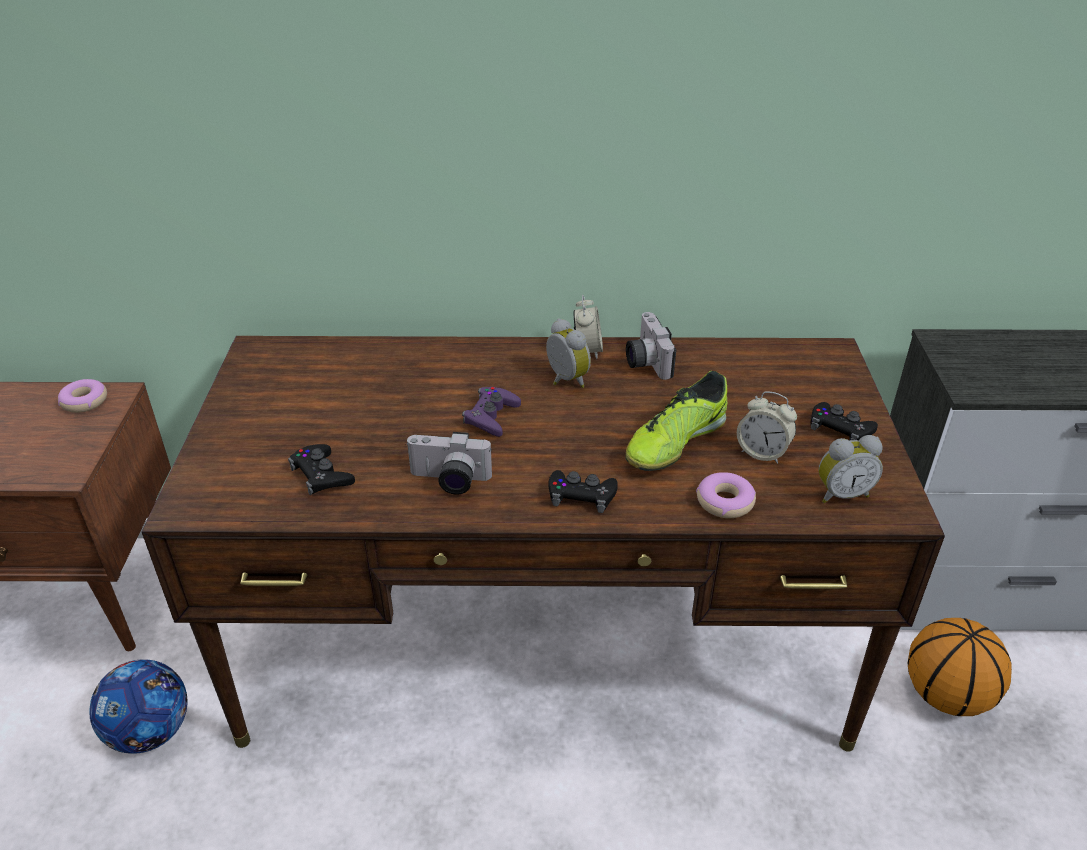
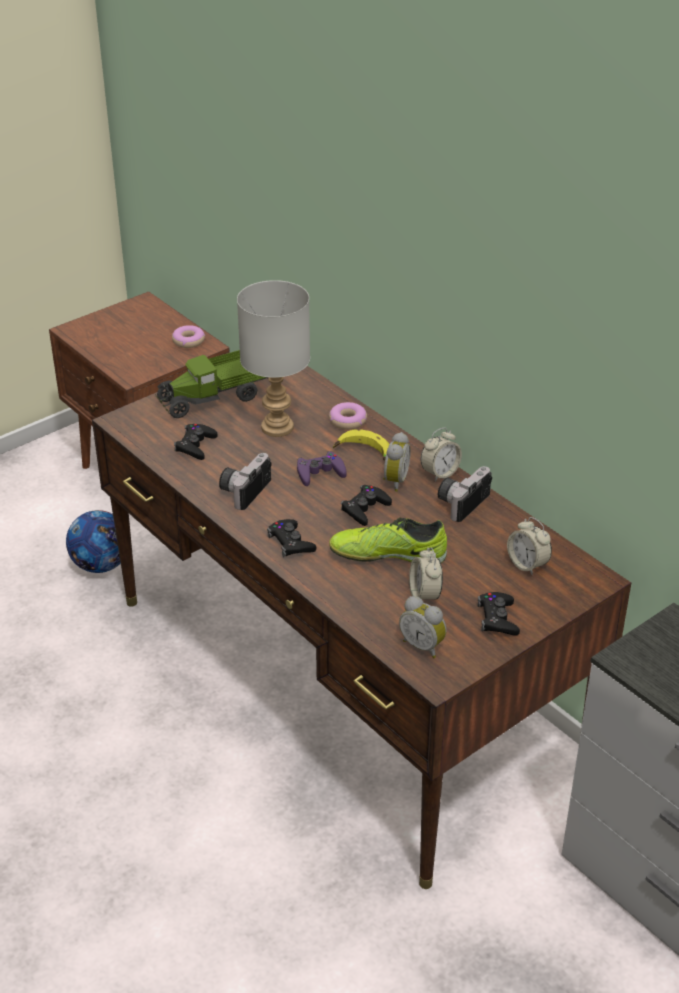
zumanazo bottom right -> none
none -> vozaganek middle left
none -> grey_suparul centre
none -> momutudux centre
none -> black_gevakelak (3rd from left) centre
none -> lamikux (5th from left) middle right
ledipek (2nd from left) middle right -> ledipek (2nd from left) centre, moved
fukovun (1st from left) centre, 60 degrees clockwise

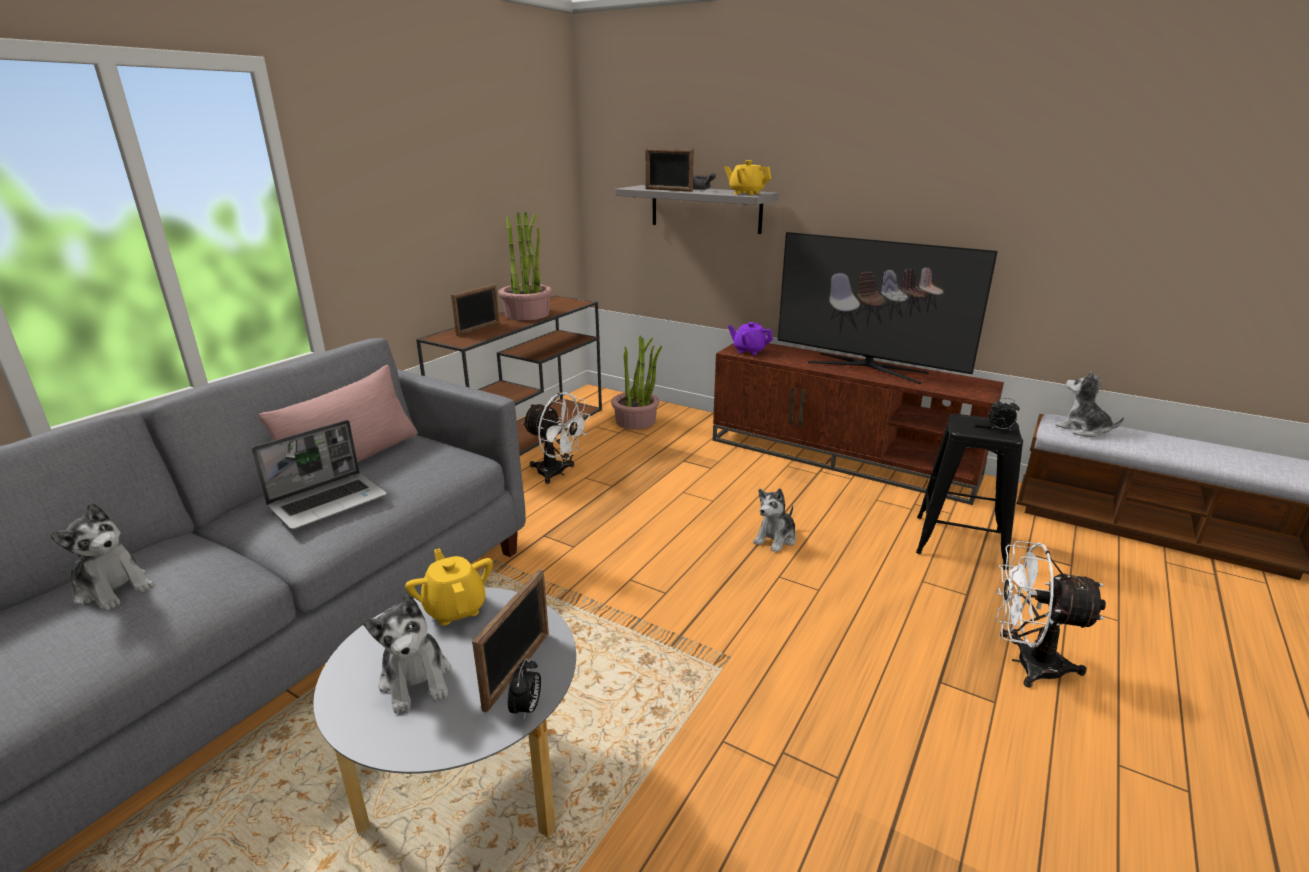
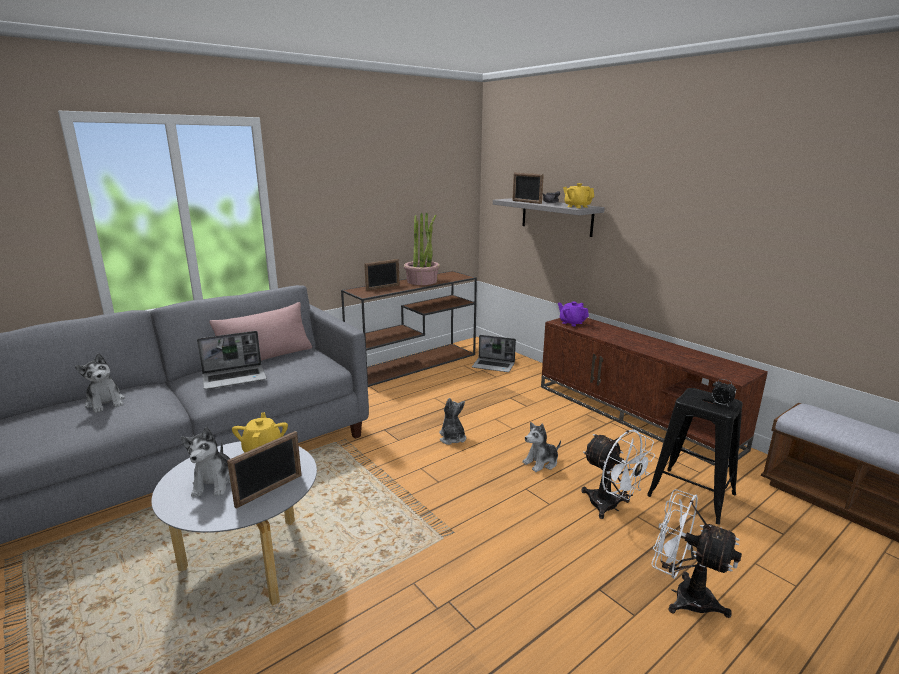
lamikux (1st from left) bottom centre -> none
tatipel middle right -> none
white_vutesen (1st from left) centre -> white_vutesen (1st from left) bottom right, moved
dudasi (4th from left in the first image) middle right -> dudasi (3rd from left) centre, moved
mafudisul (2nd from left) centre -> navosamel (2nd from left) centre

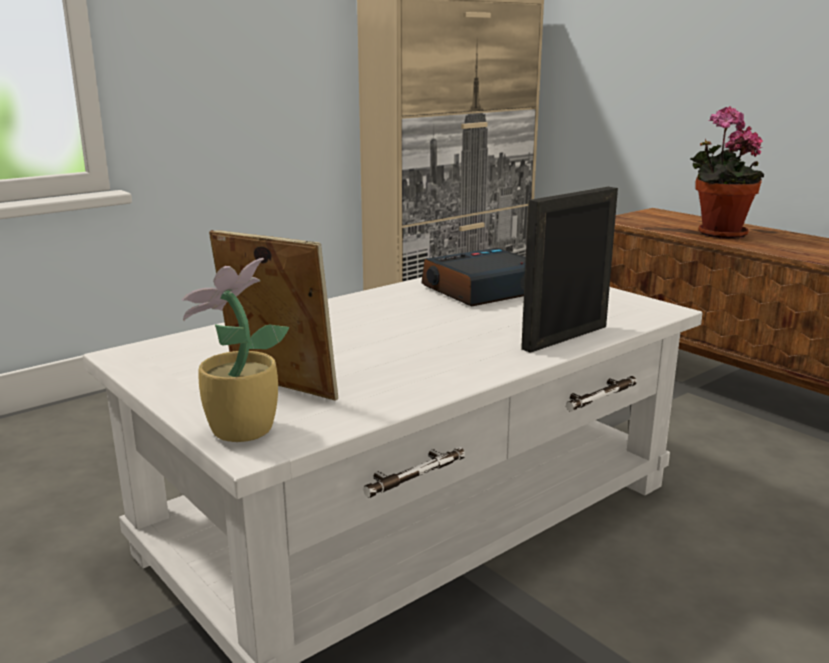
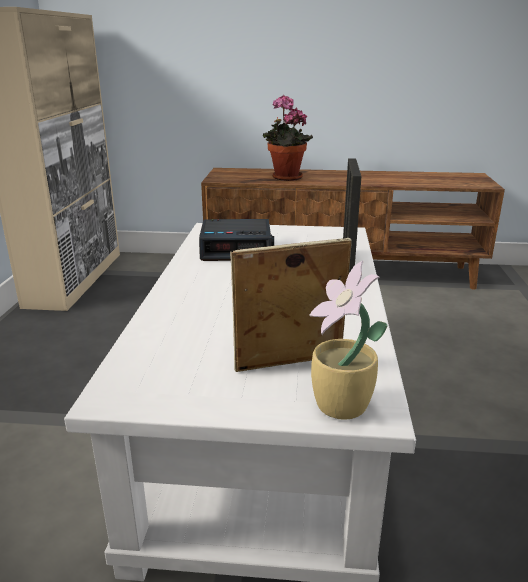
lamikux centre, 105 degrees counterclockwise

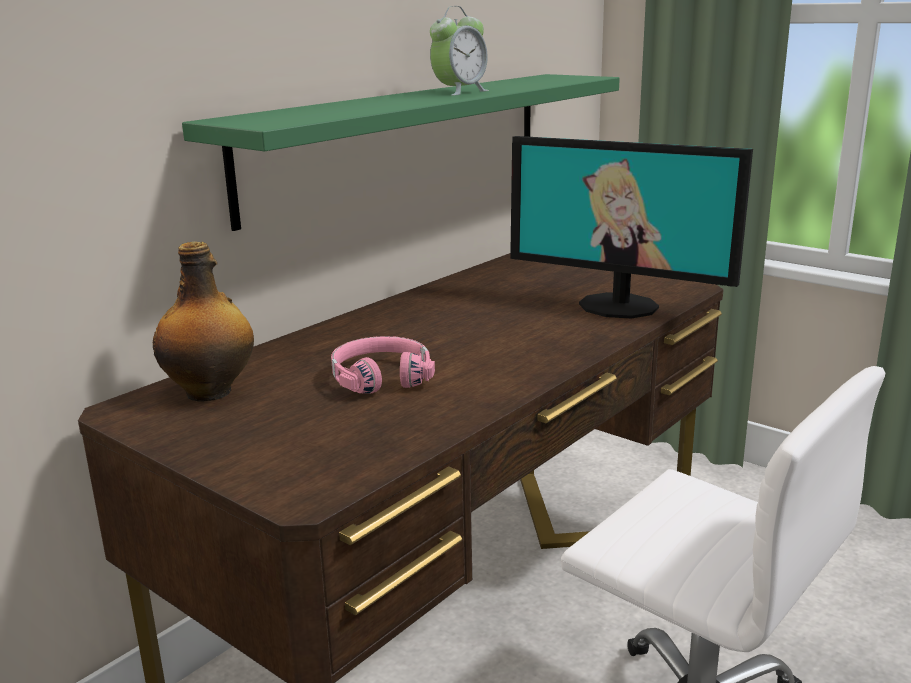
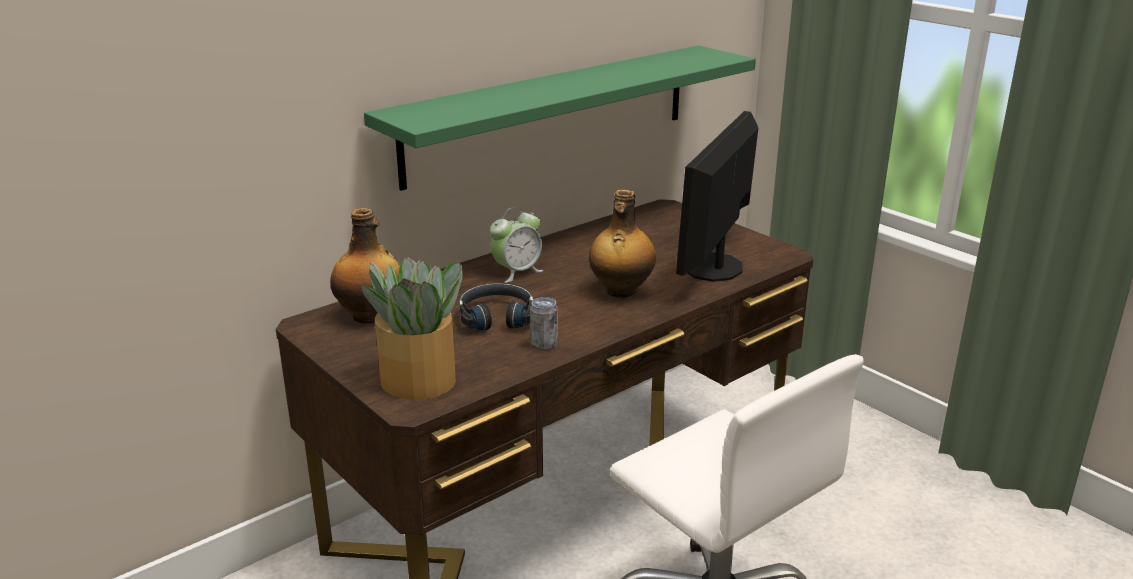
none -> mafudisul centre
none -> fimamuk centre
none -> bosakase (2nd from left) centre
lamikux top centre -> lamikux centre, moved
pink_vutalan centre -> black_vutalan centre
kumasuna top right -> kumasuna centre, 75 degrees clockwise

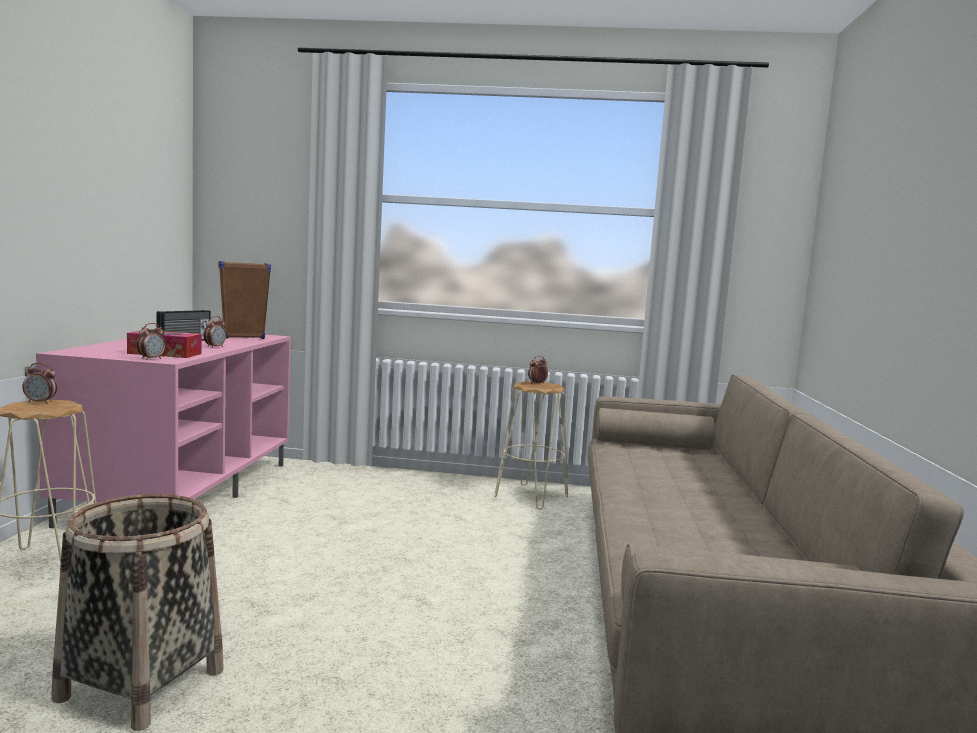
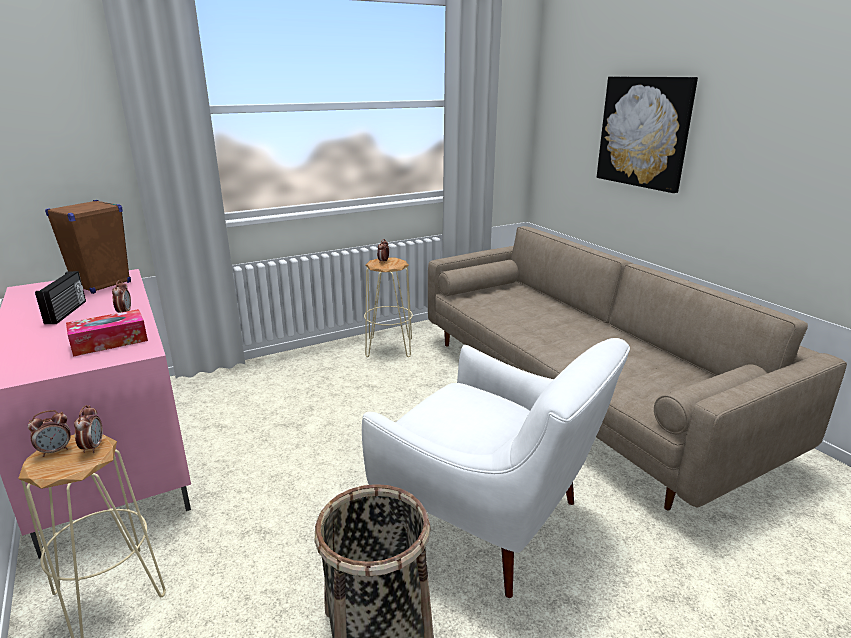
none -> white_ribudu bottom centre
none -> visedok top right
lamikux (2nd from left) middle left -> lamikux (2nd from left) bottom left, moved

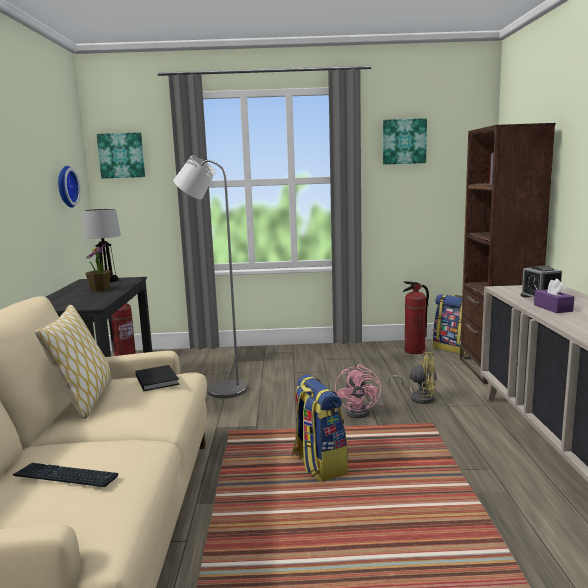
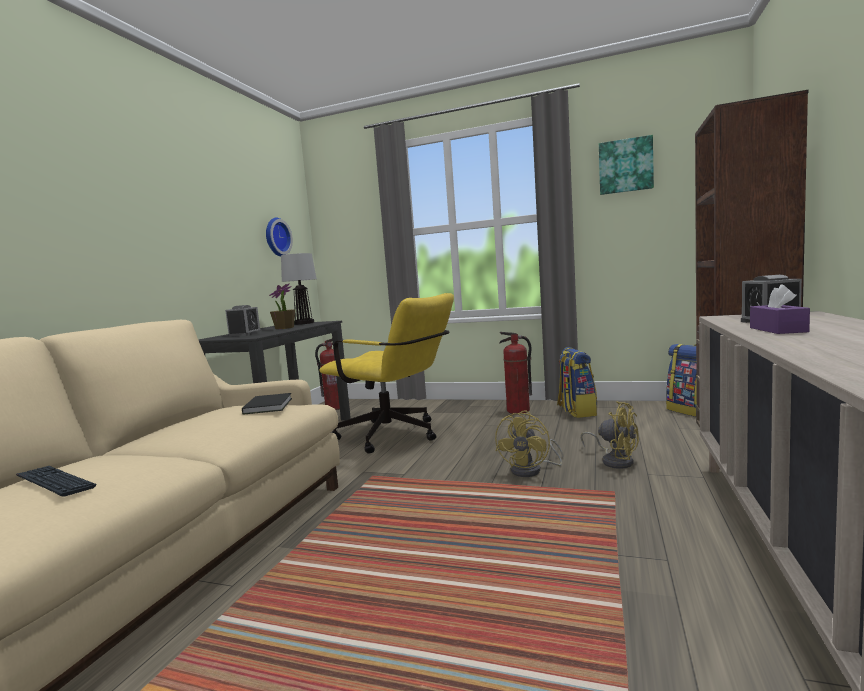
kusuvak middle left -> none
visedok (1st from left) top left -> none
none -> lamikux (1st from left) middle left
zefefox (1st from left) bottom centre -> zefefox (1st from left) middle right, moved
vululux (2nd from left) middle right -> vululux (2nd from left) centre, moved
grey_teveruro centre -> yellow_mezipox centre
pink_vutesen centre -> yellow_vutesen (1st from left) centre

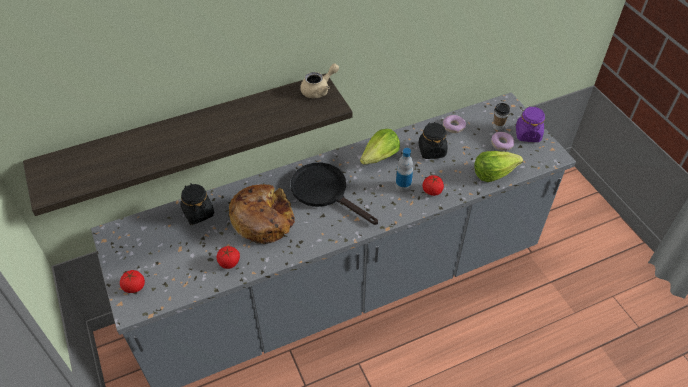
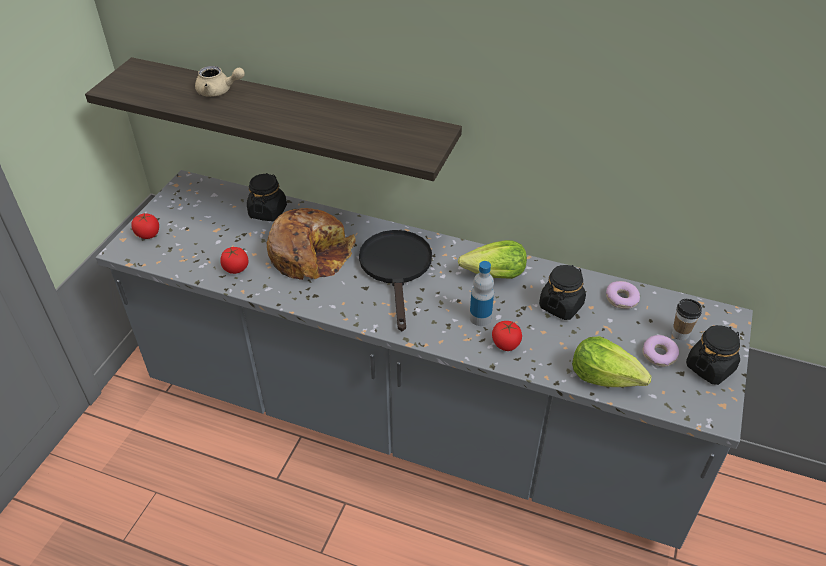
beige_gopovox top centre -> beige_gopovox top left, moved
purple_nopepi top right -> black_nopepi (3rd from left) middle right

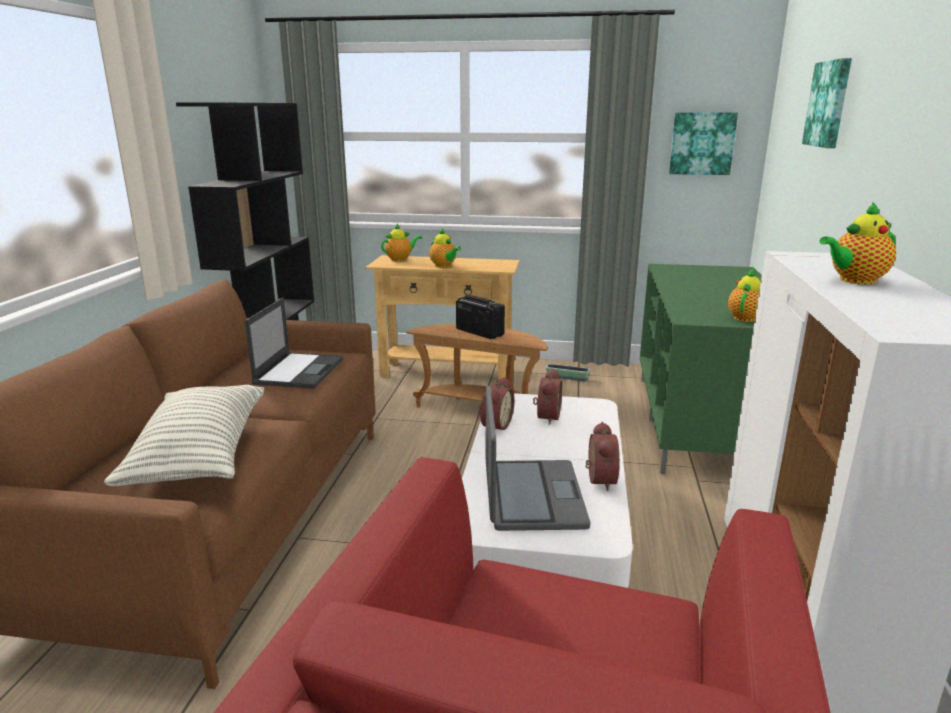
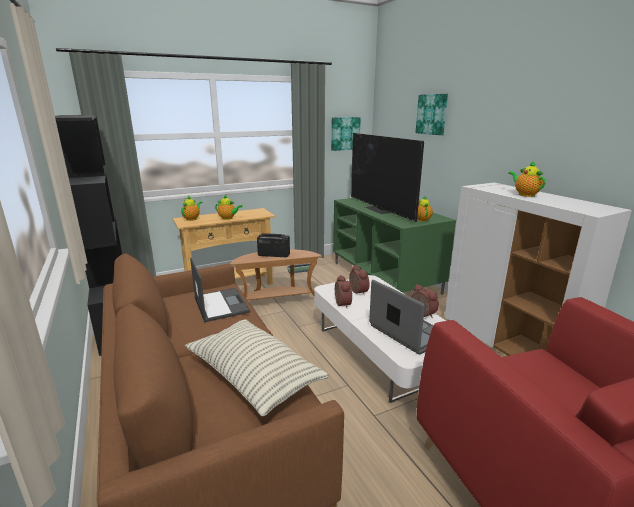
none -> tatipel centre
gopovox (4th from left) middle right, 120 degrees clockwise

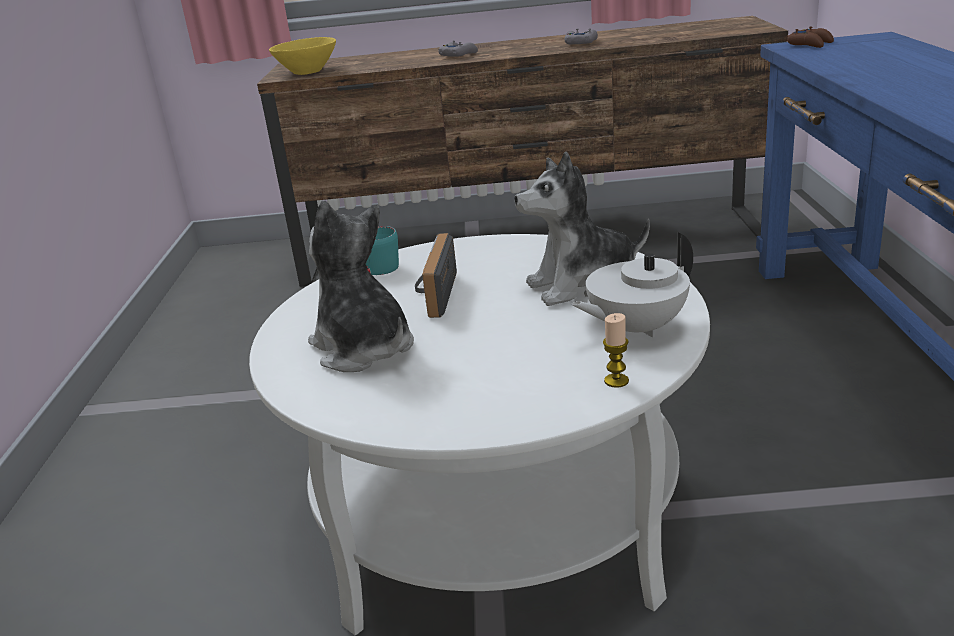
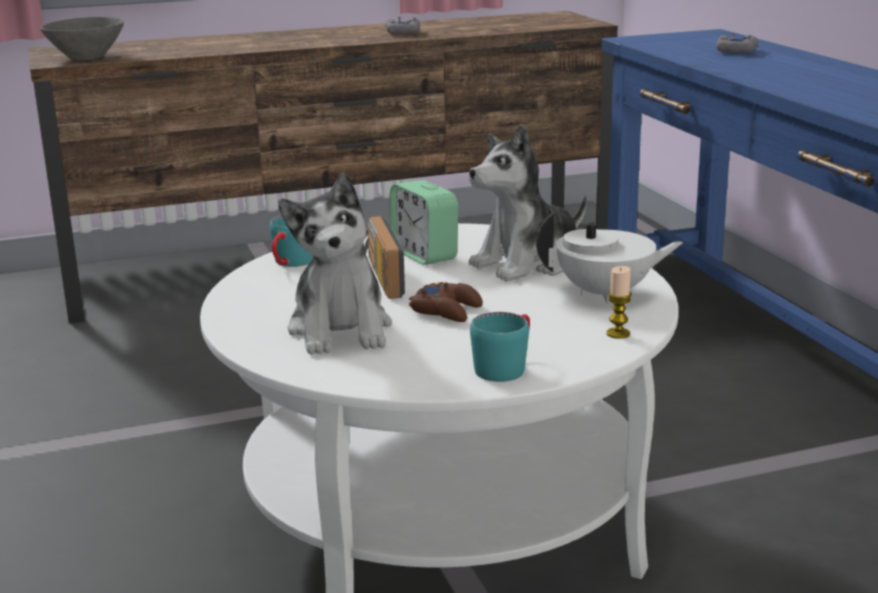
none -> lamikux centre
none -> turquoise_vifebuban (2nd from left) centre
grey_gevakelak (1st from left in the first image) top centre -> grey_gevakelak (2nd from left) top right, moved
brown_gevakelak top right -> brown_gevakelak centre, moved
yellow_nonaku top left -> grey_nonaku top left
dudasi (1st from left) centre, 135 degrees counterclockwise
white_gopovox centre -> white_gopovox middle right, 135 degrees counterclockwise

